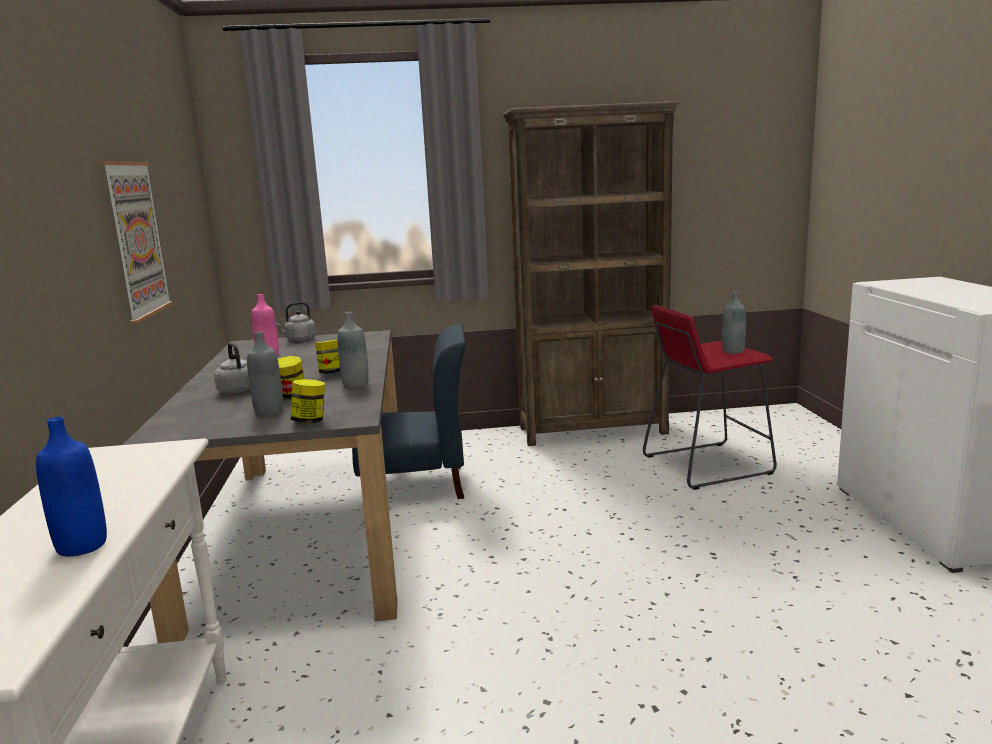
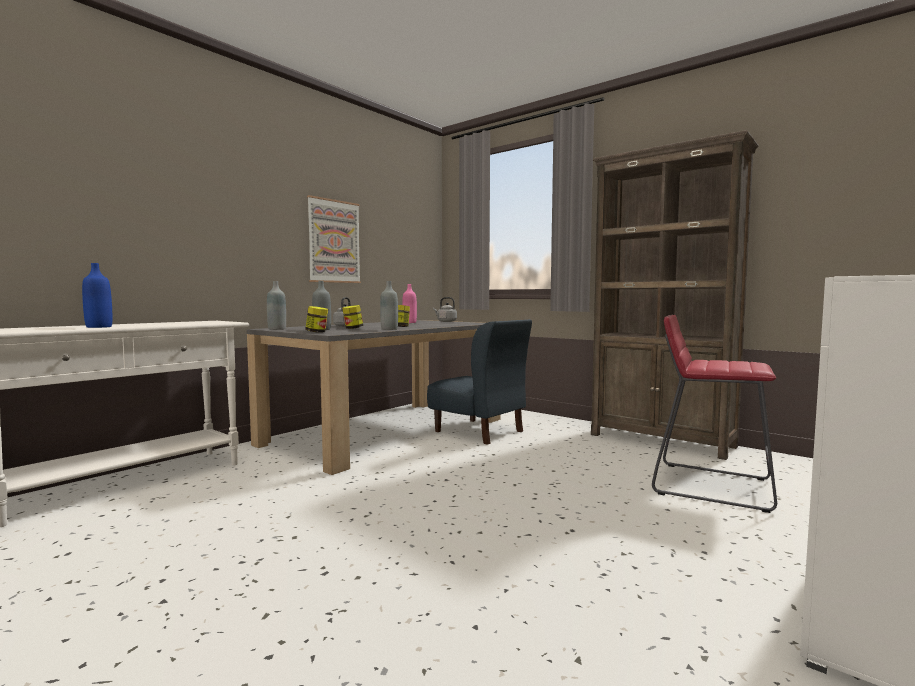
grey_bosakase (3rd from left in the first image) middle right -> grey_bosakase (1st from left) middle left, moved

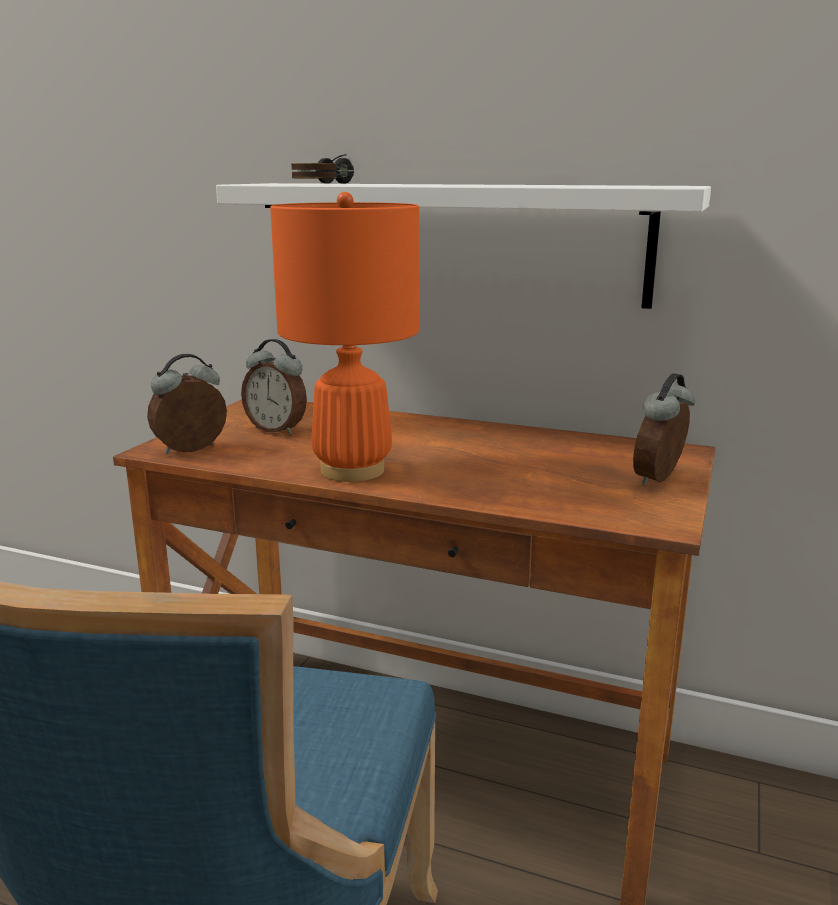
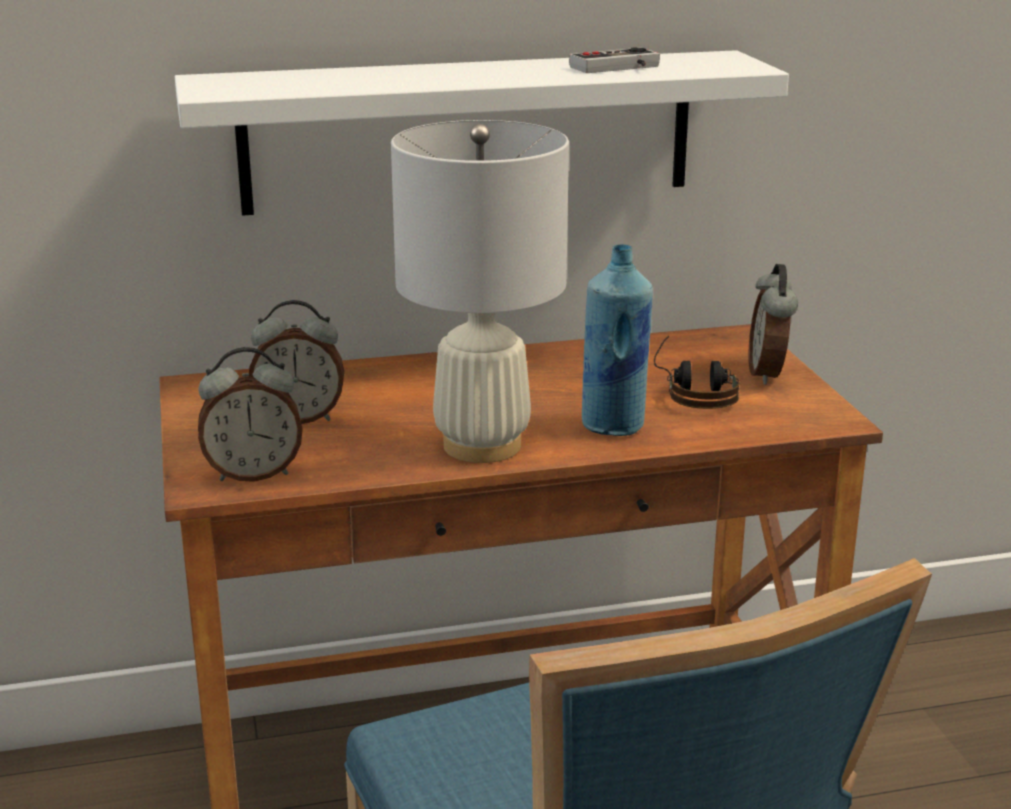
none -> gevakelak top centre
none -> blue_bosakase centre
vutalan top centre -> vutalan middle right, moved
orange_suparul centre -> white_suparul centre
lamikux (1st from left) middle left, 120 degrees counterclockwise

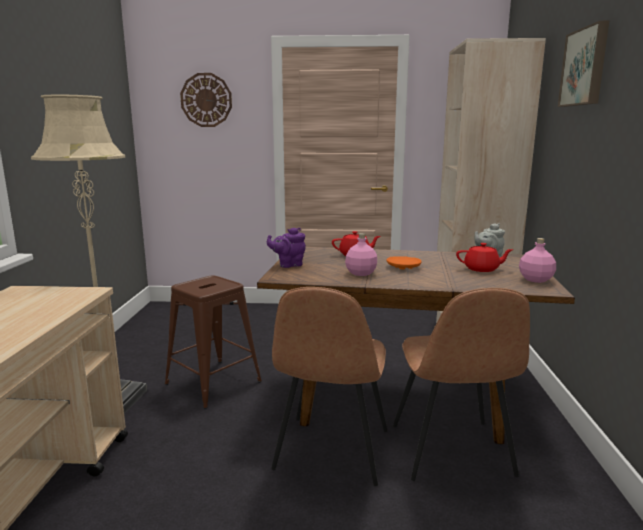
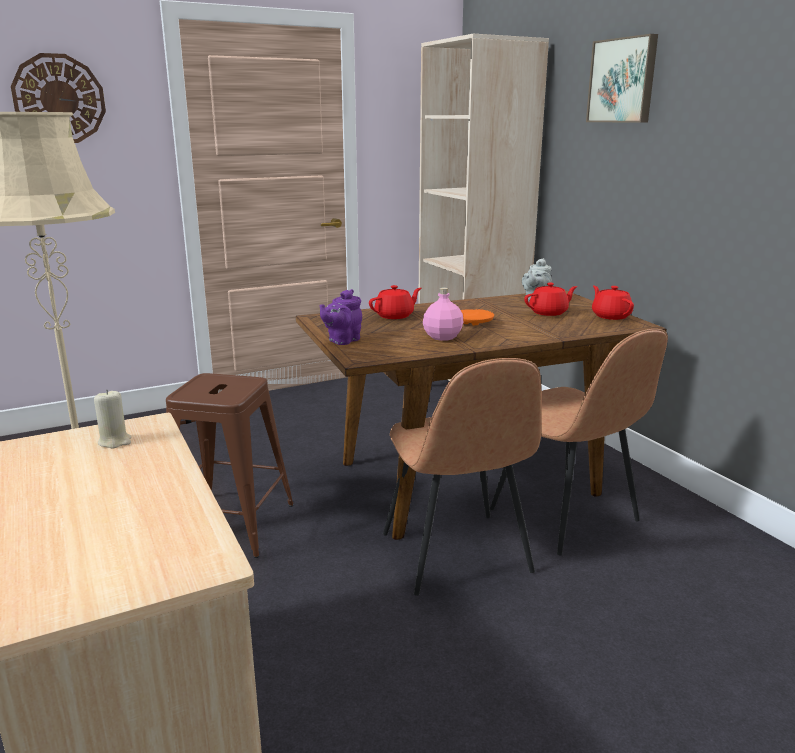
none -> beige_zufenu middle left
pink_bosakase (2nd from left) middle right -> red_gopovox (3rd from left) middle right

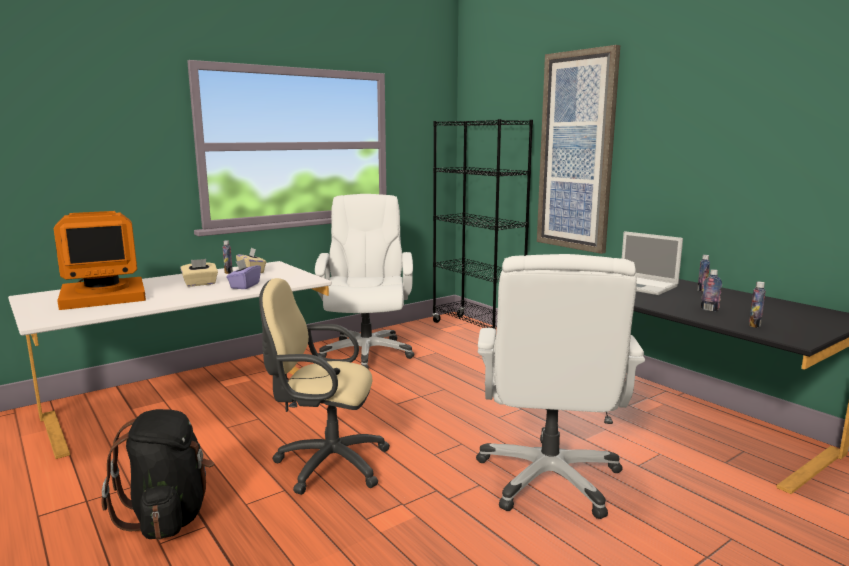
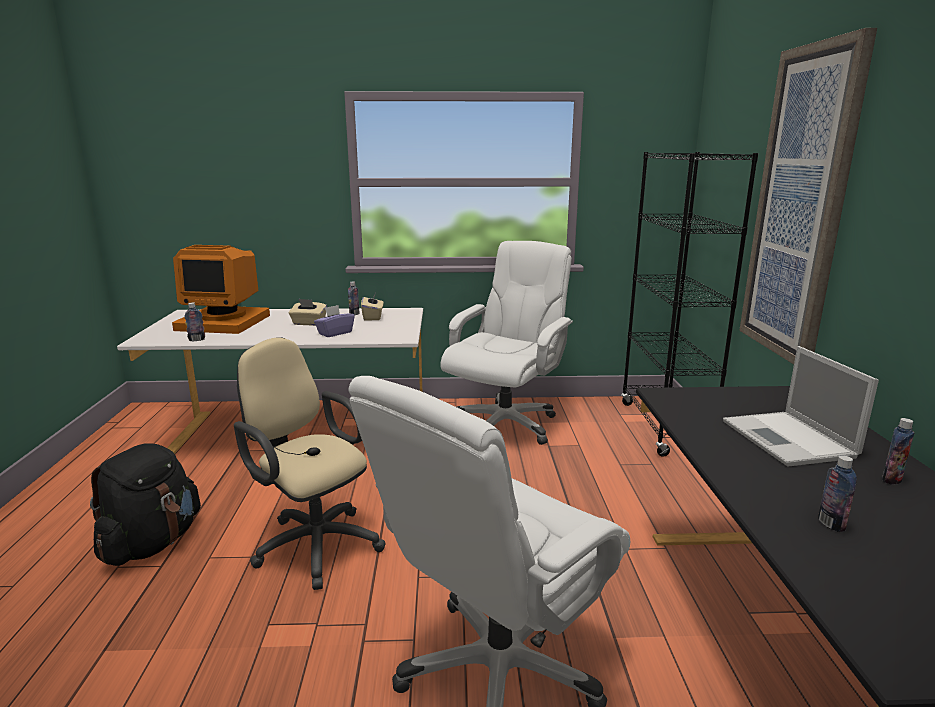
bosakase (4th from left in the first image) middle right -> bosakase (1st from left) middle left, moved

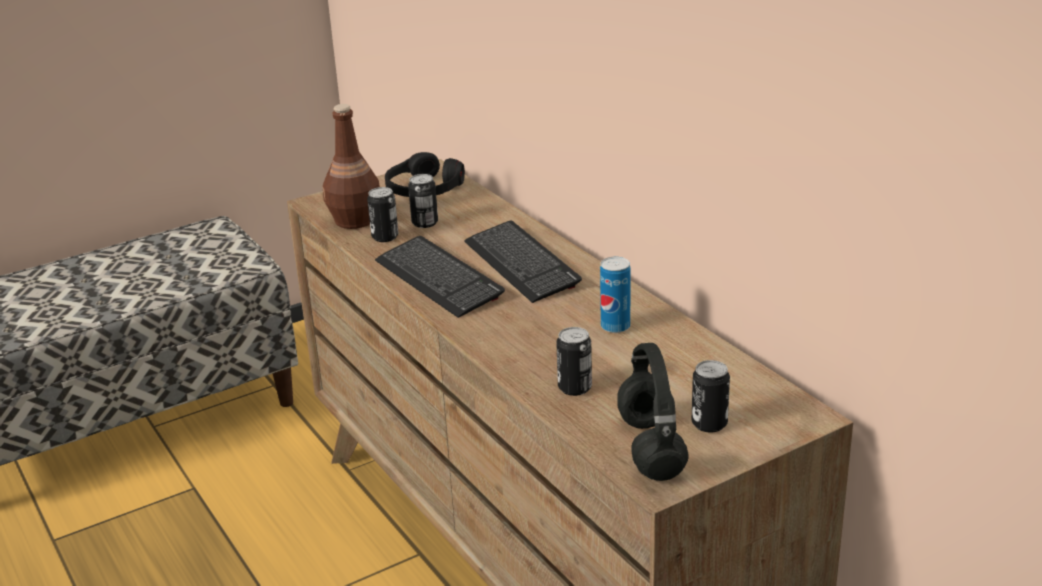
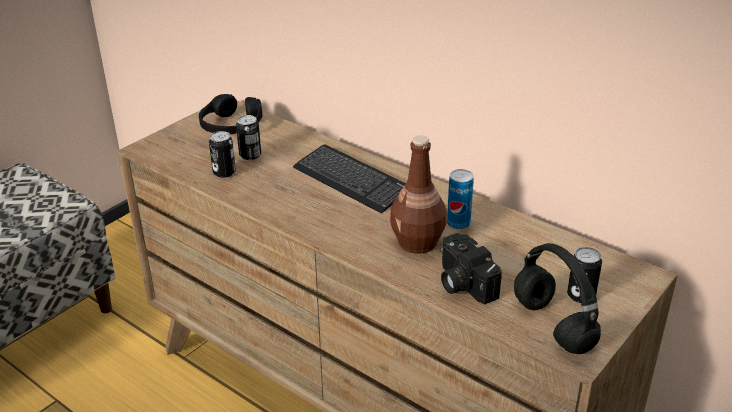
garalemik (1st from left) centre -> none
brown_bosakase top centre -> brown_bosakase centre, moved
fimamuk (3rd from left) centre -> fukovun centre

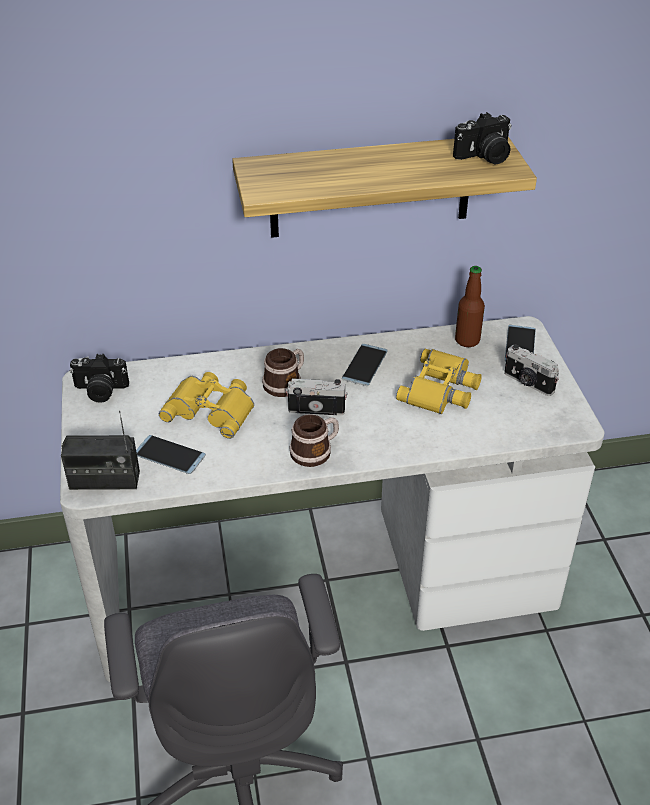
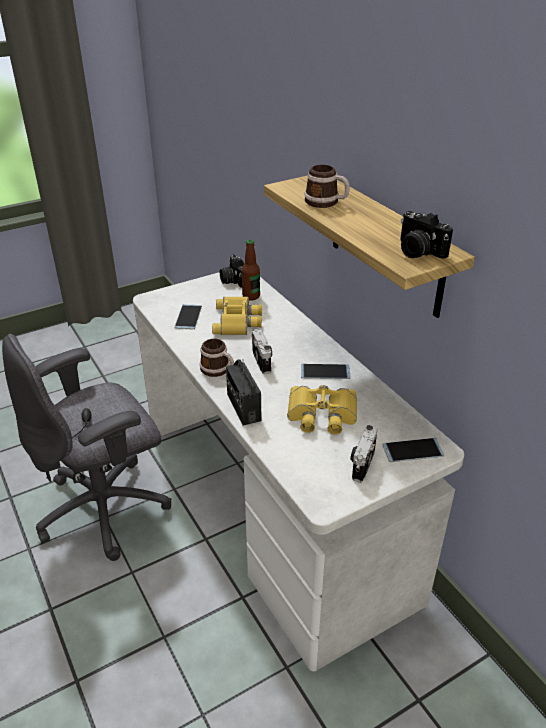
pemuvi middle left -> pemuvi centre, moved
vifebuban (1st from left in the first image) centre -> vifebuban (2nd from left) top centre, moved
bosakase middle right -> bosakase centre, moved

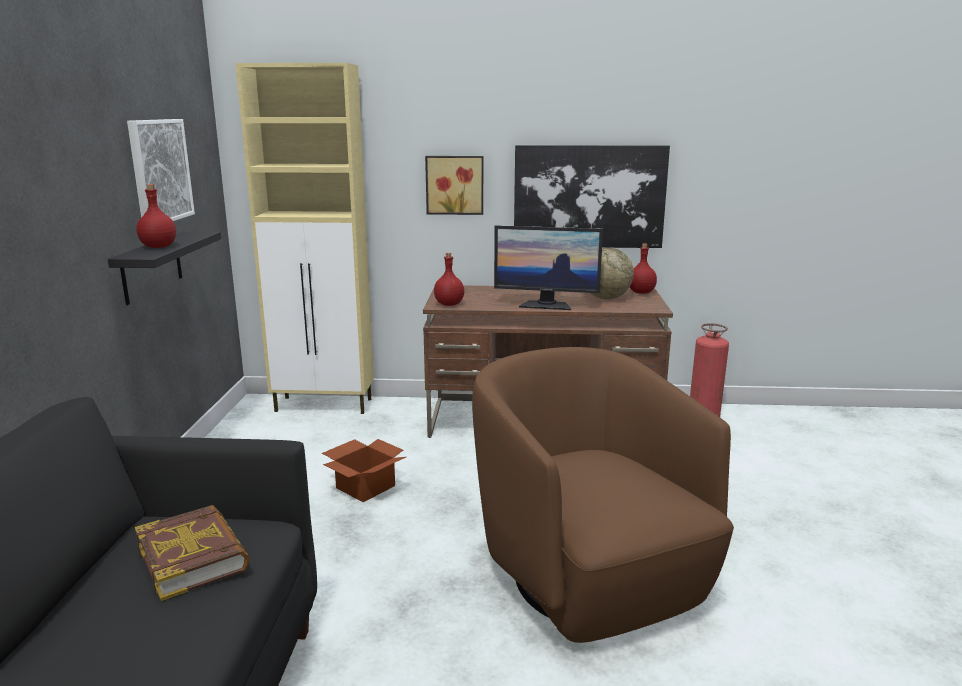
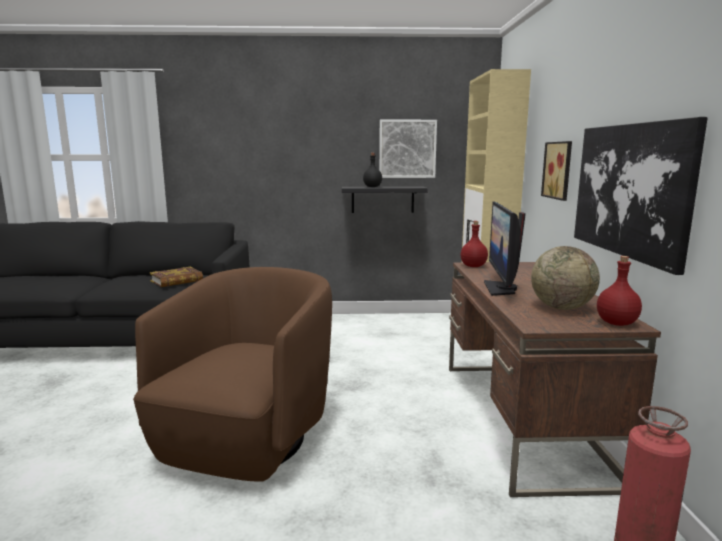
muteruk bottom centre -> none
red_bosakase (1st from left) top left -> black_bosakase top centre
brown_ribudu bottom centre -> brown_ribudu bottom left, 45 degrees counterclockwise

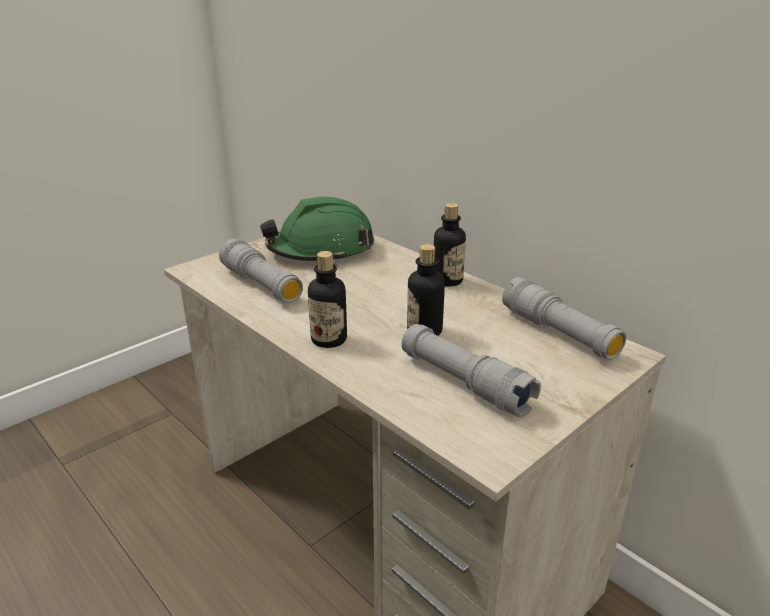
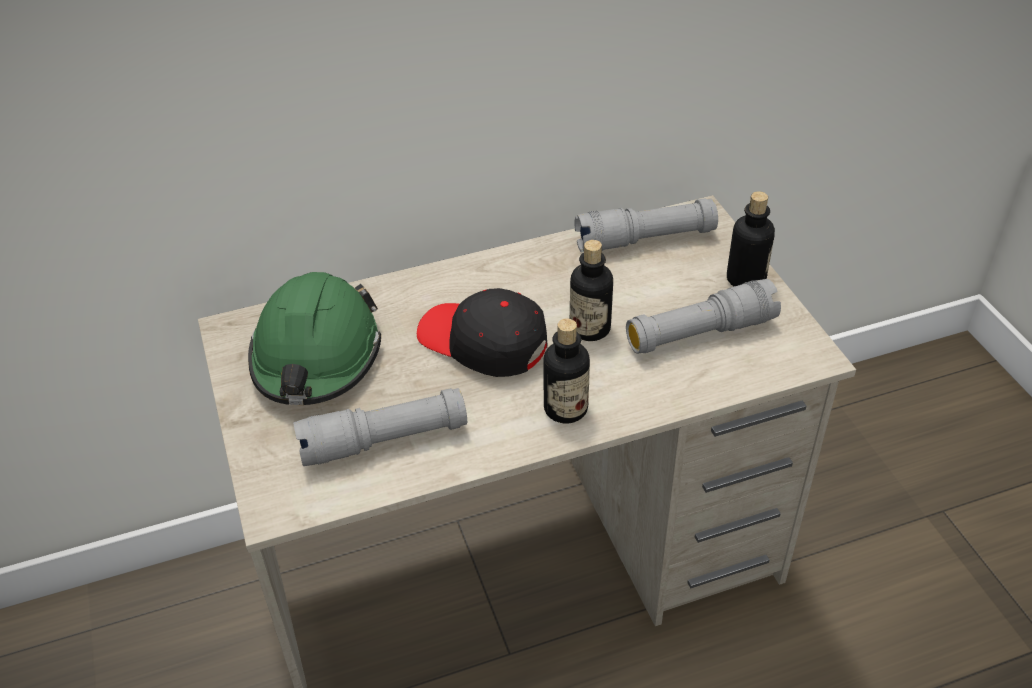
none -> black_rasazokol centre
bosakase (3rd from left) centre -> bosakase (3rd from left) middle right, moved

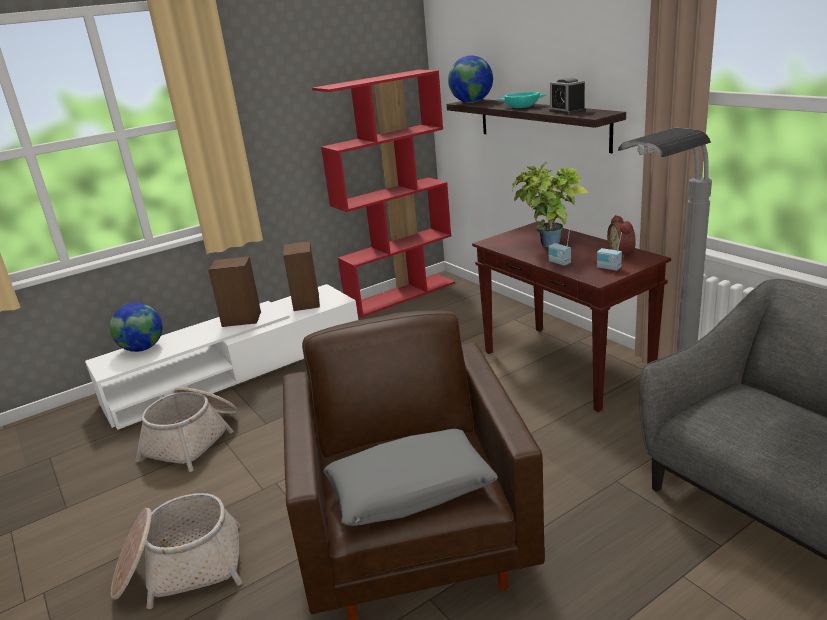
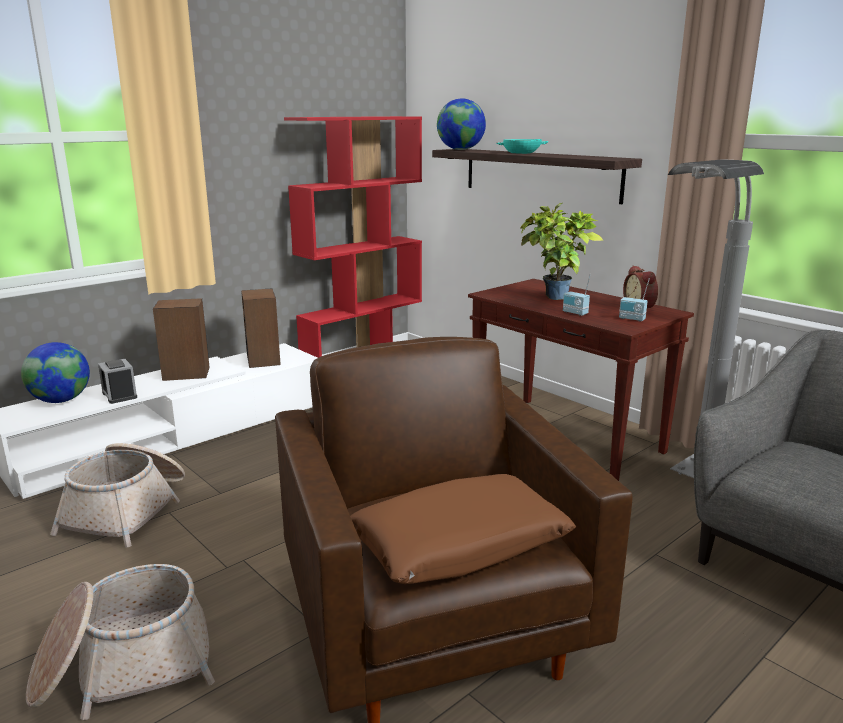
lamikux (1st from left) top right -> lamikux (1st from left) middle left, moved
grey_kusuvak bottom centre -> brown_kusuvak bottom centre

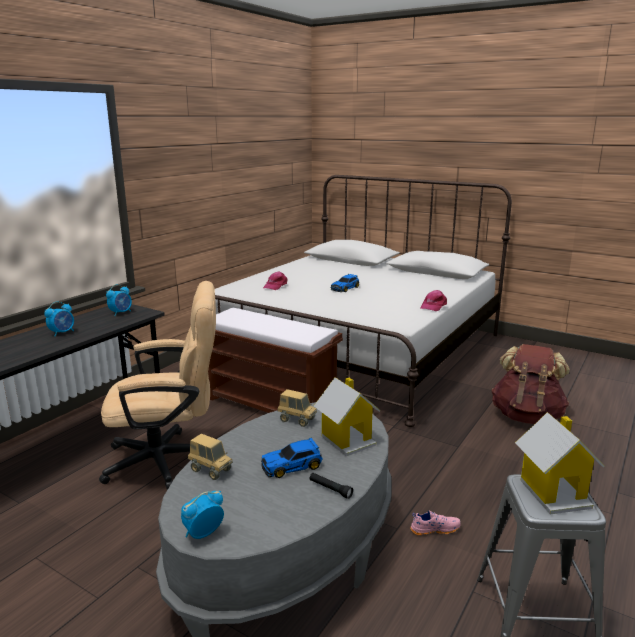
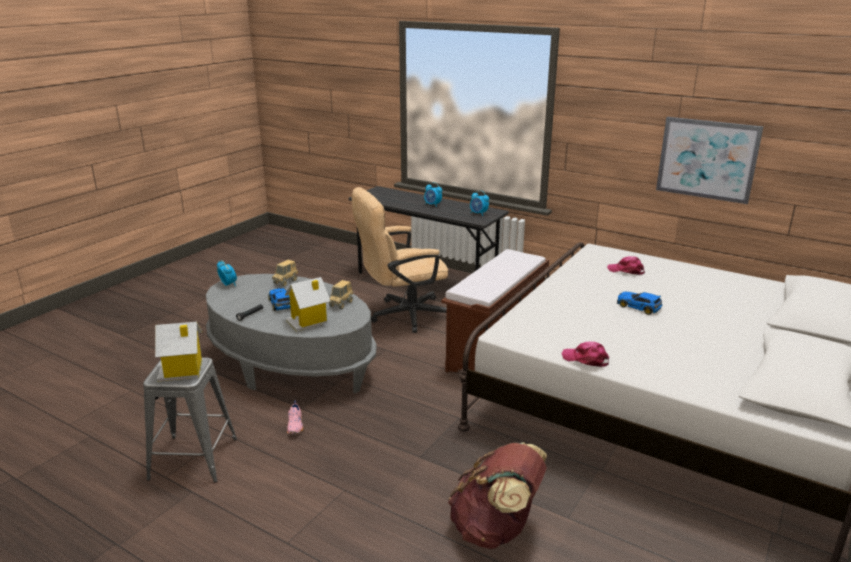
none -> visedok top right
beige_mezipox middle left -> beige_mezipox centre, 75 degrees clockwise

